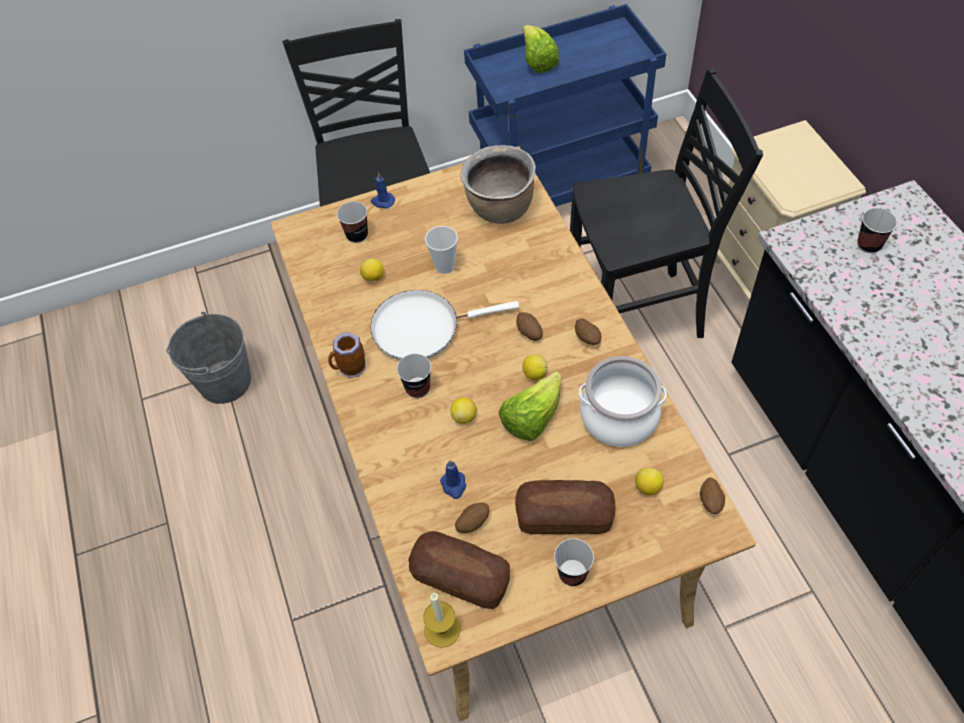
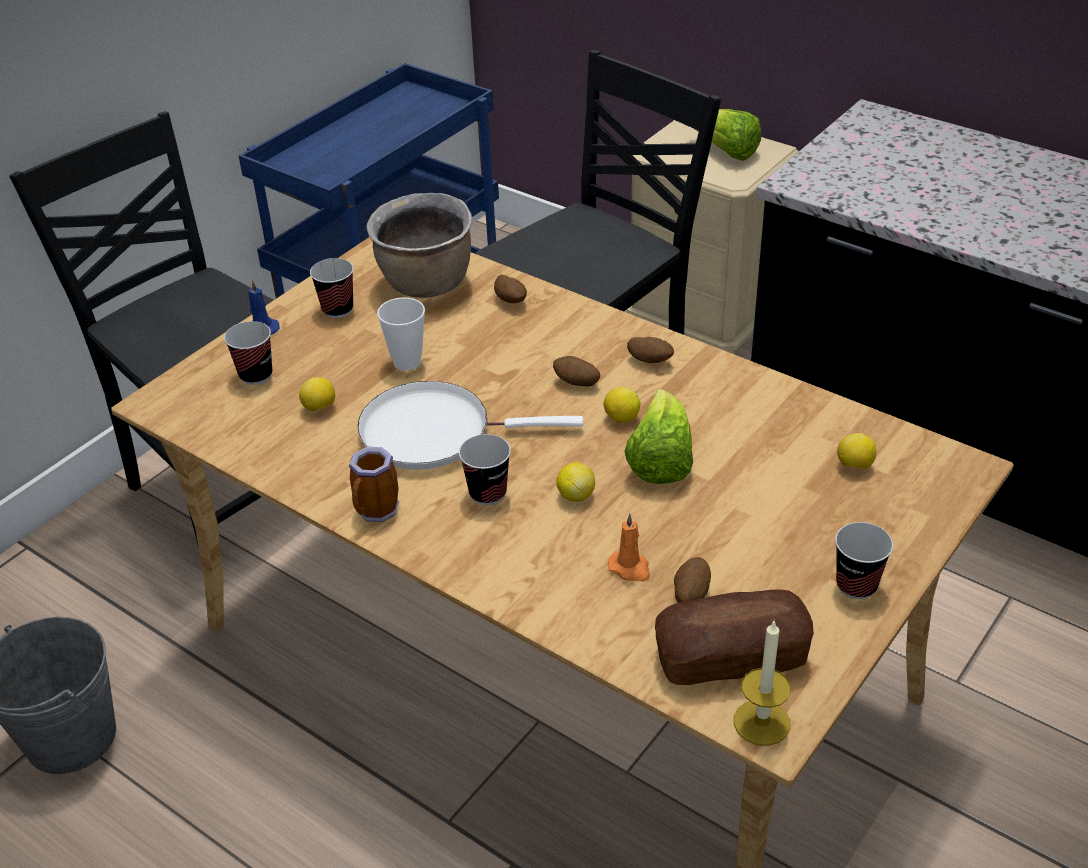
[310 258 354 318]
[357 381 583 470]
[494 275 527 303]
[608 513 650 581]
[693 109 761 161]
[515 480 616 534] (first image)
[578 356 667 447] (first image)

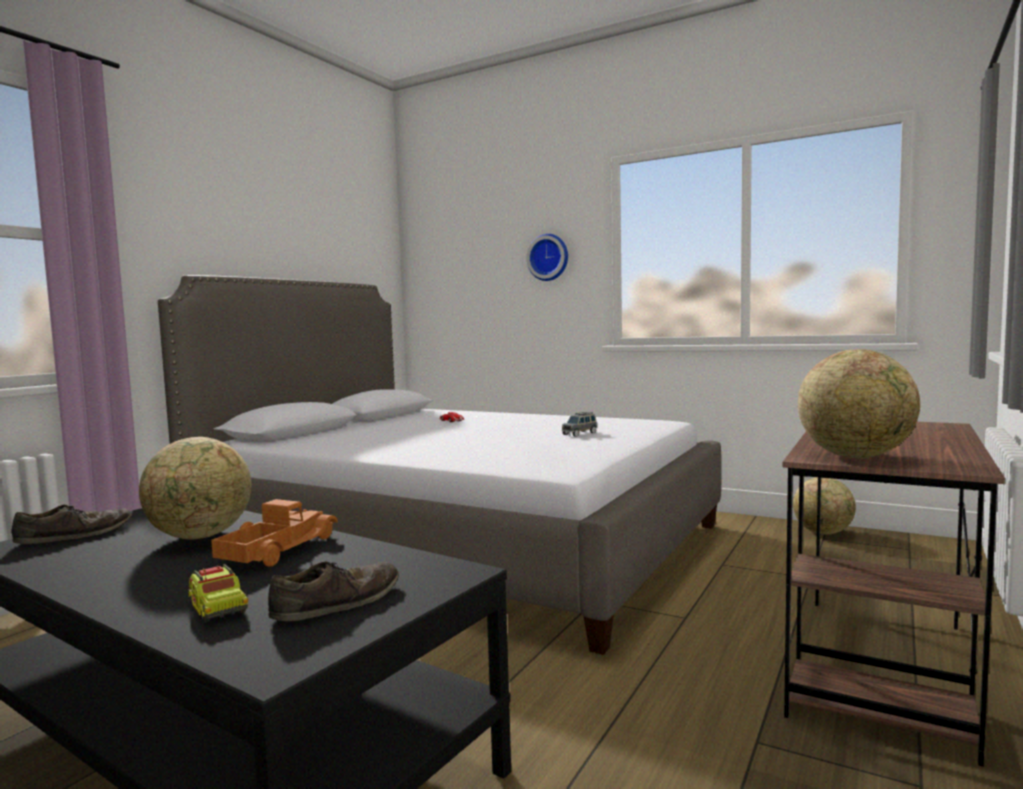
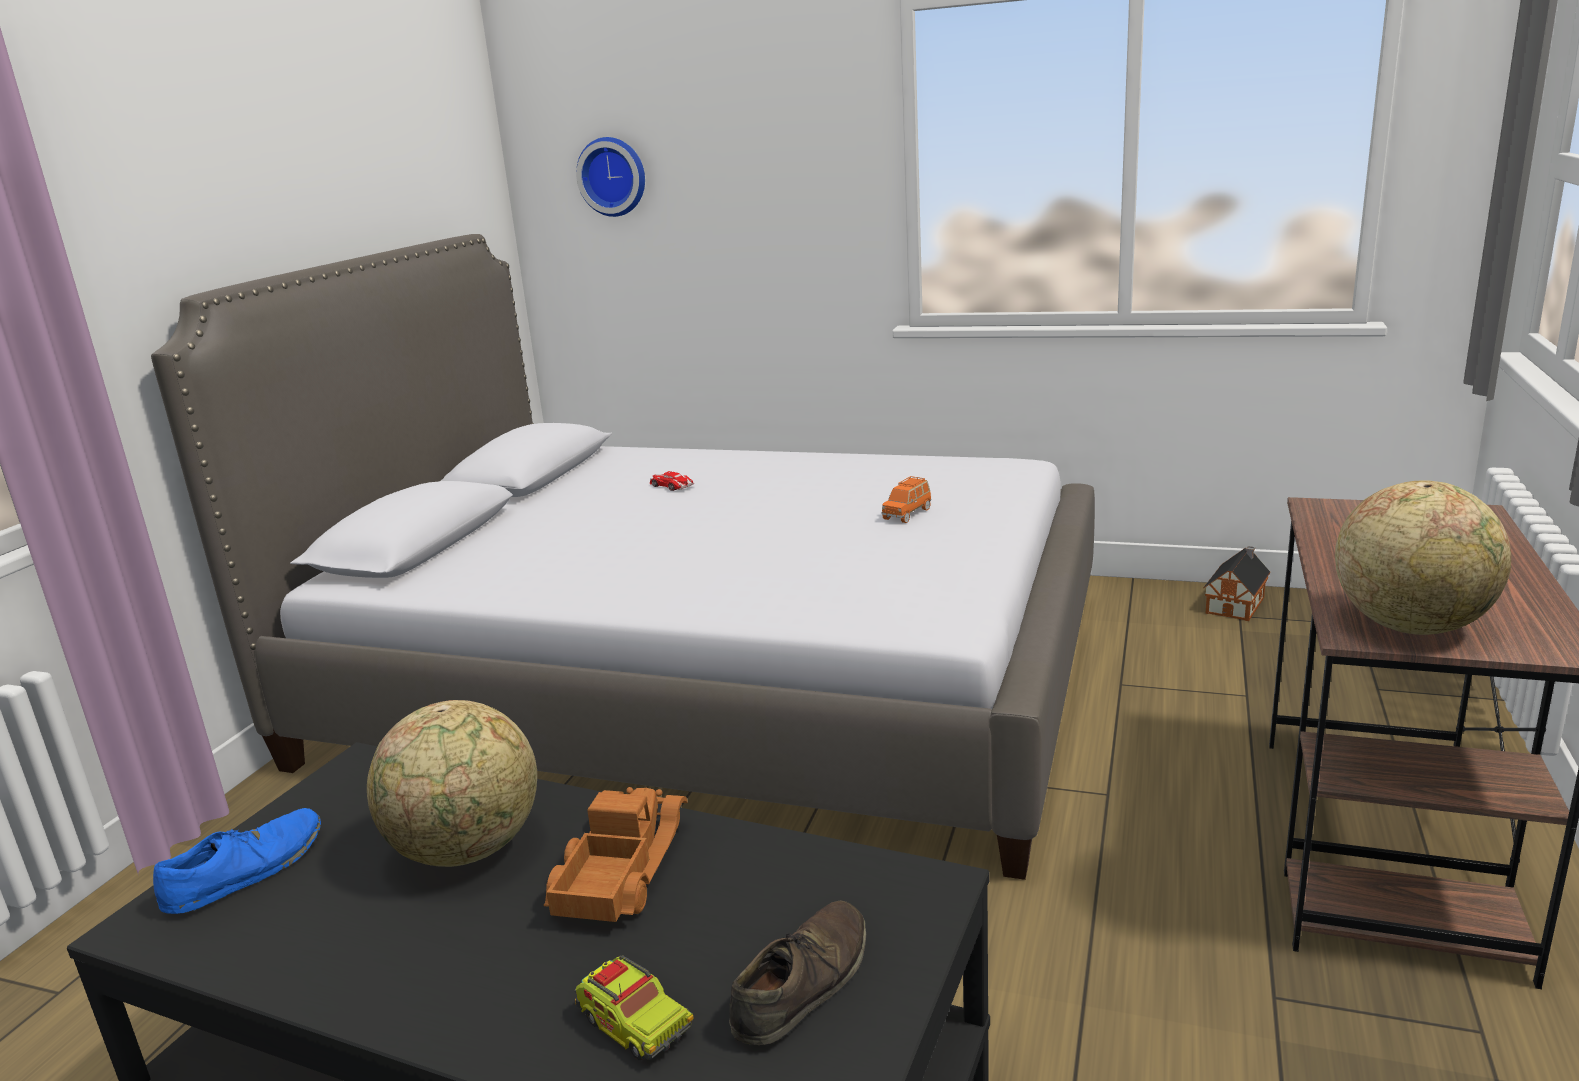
[153 808 321 914]
[576 137 645 217]
[882 476 931 523]
[1203 546 1271 621]

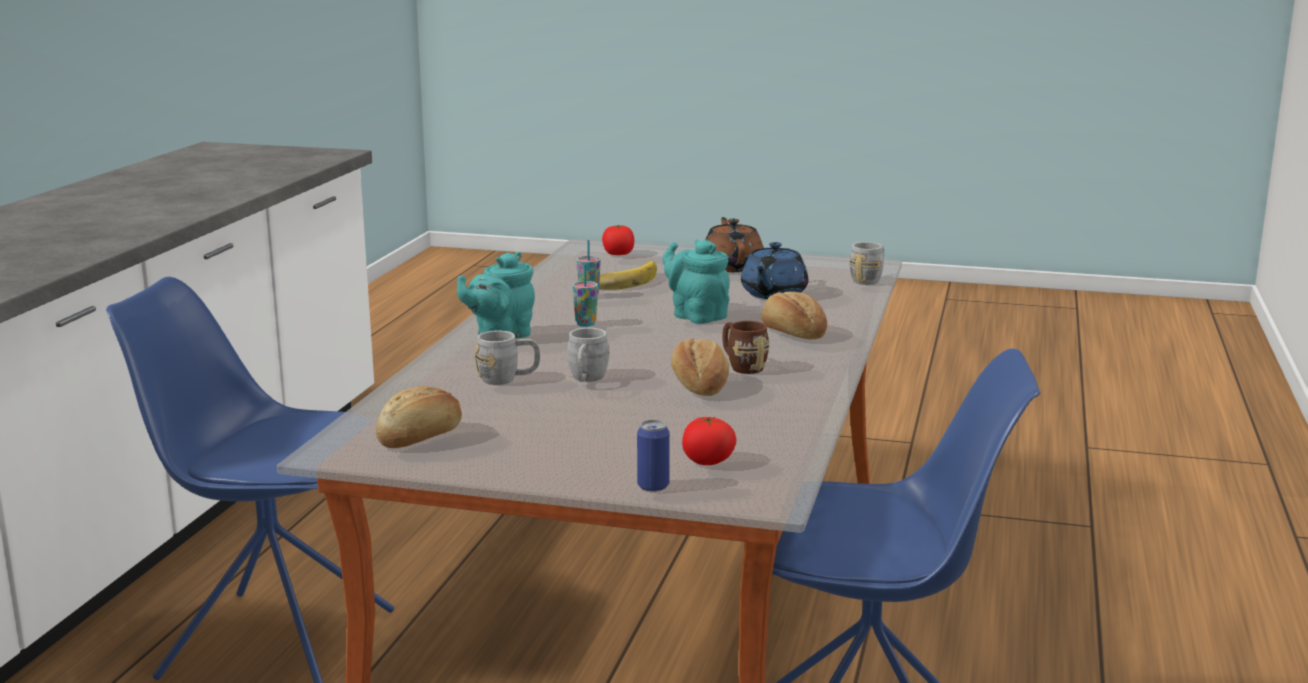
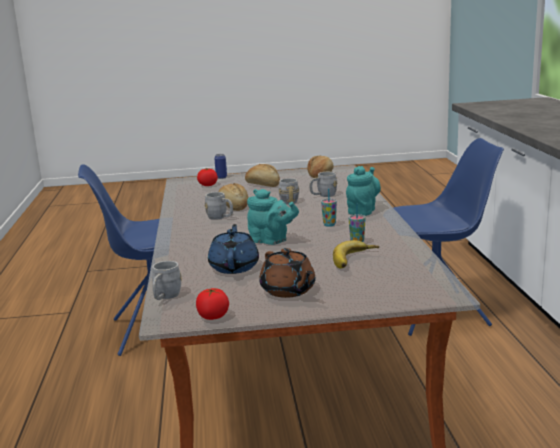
[196 288 229 320]
[204 192 233 220]
[245 164 280 187]

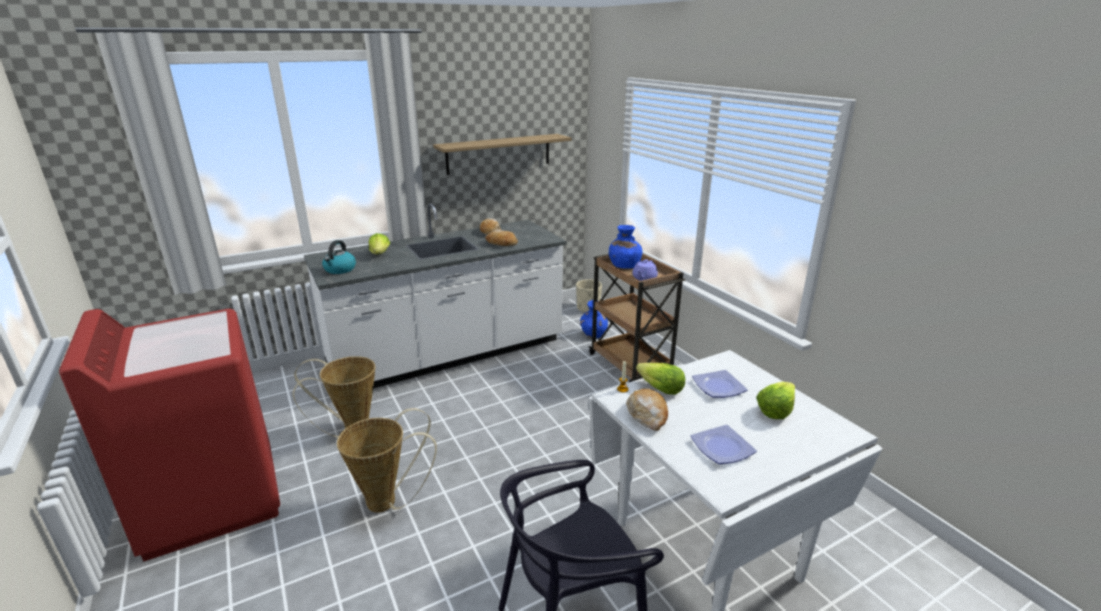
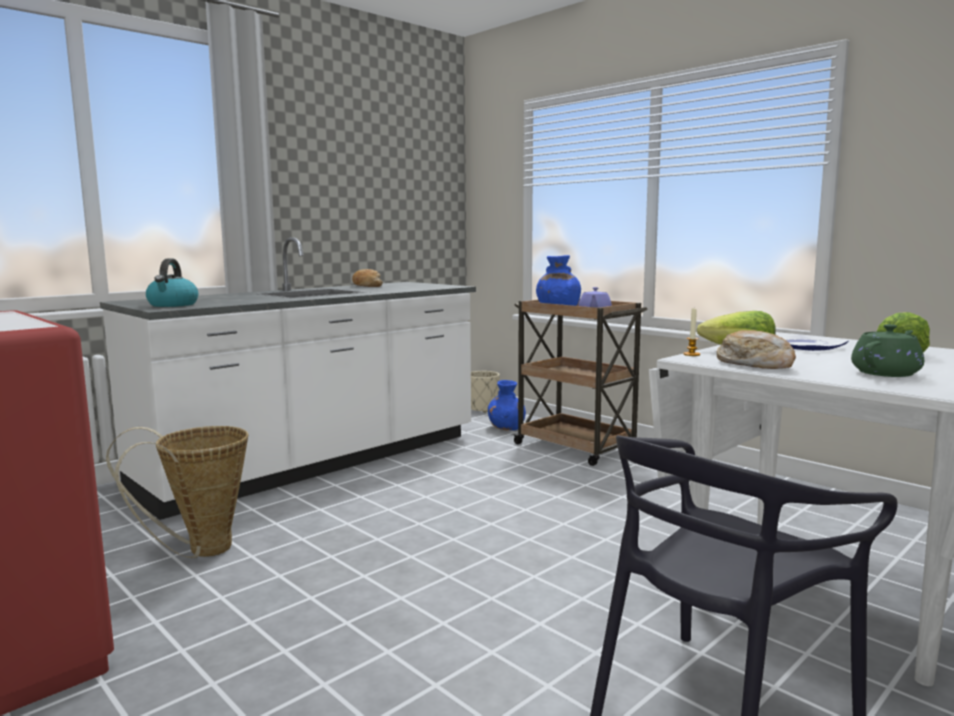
[851 324 924 377]
[337 408 437 513] (first image)
[369 233 390 255] (first image)
[433 134 571 175] (first image)
[485 230 518 246] (first image)

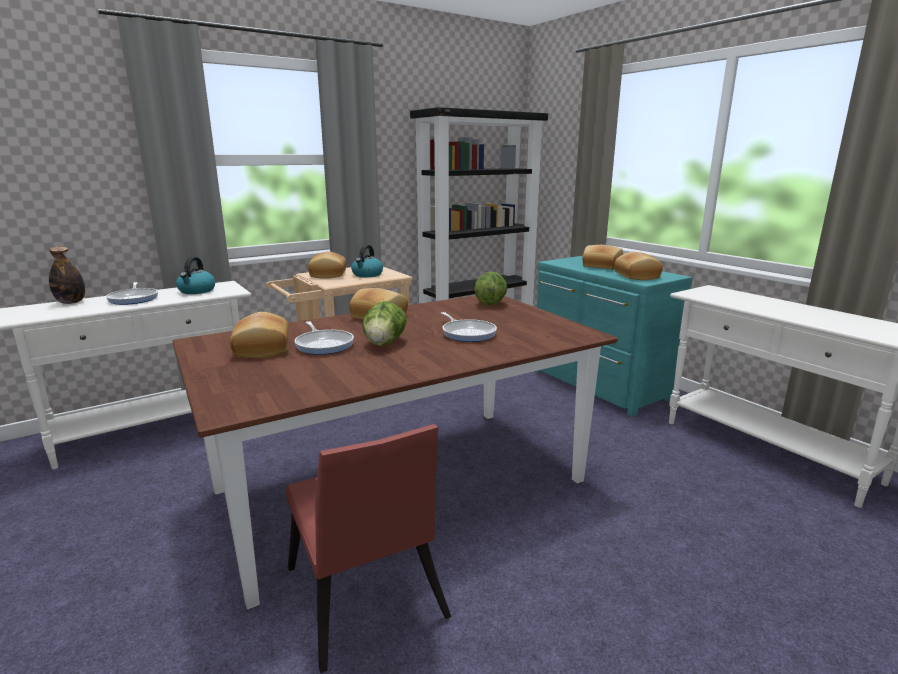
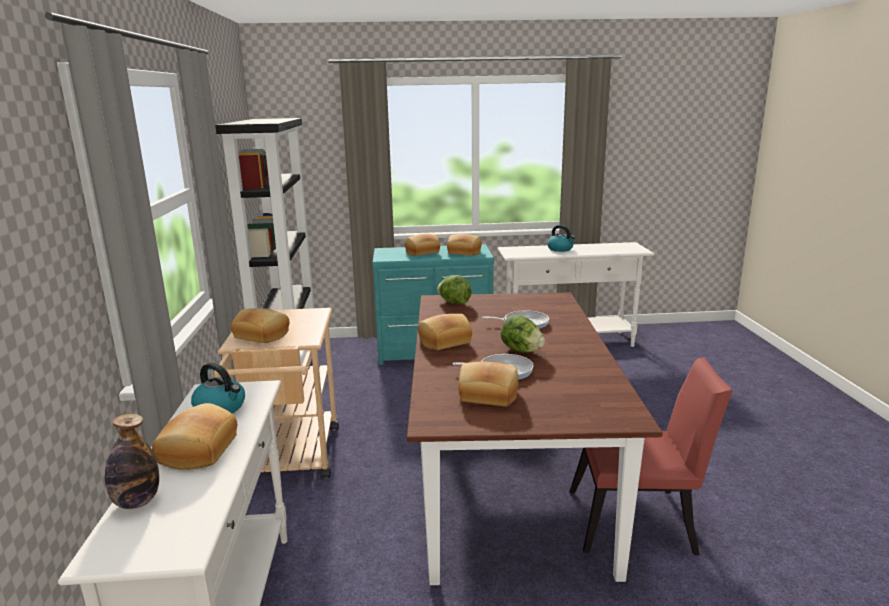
[152 403 237 470]
[547 225 575 252]

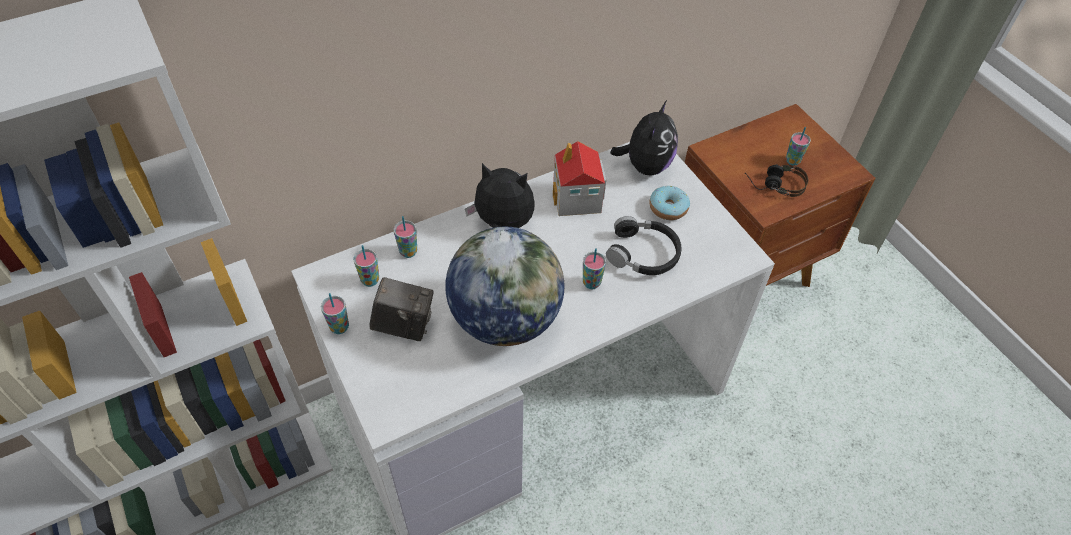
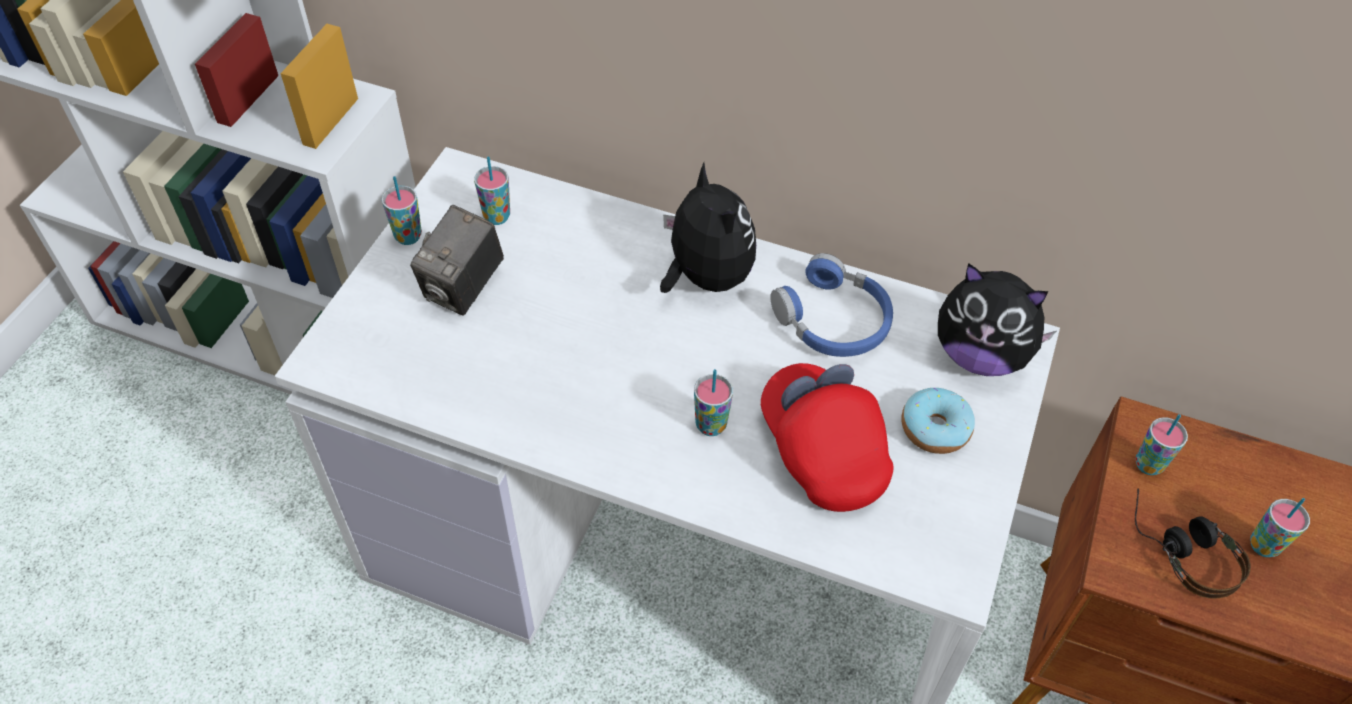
[410 205 504 316]
[761 363 894 512]
[770 253 893 357]
[938 263 1056 376]
[1136 414 1188 475]
[445 226 565 346] (first image)

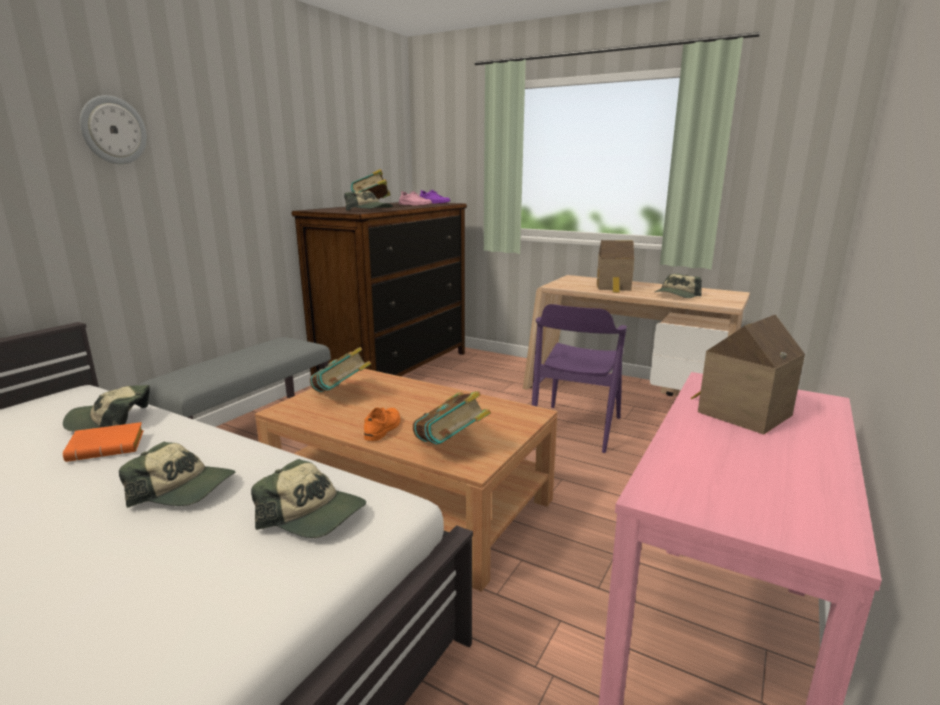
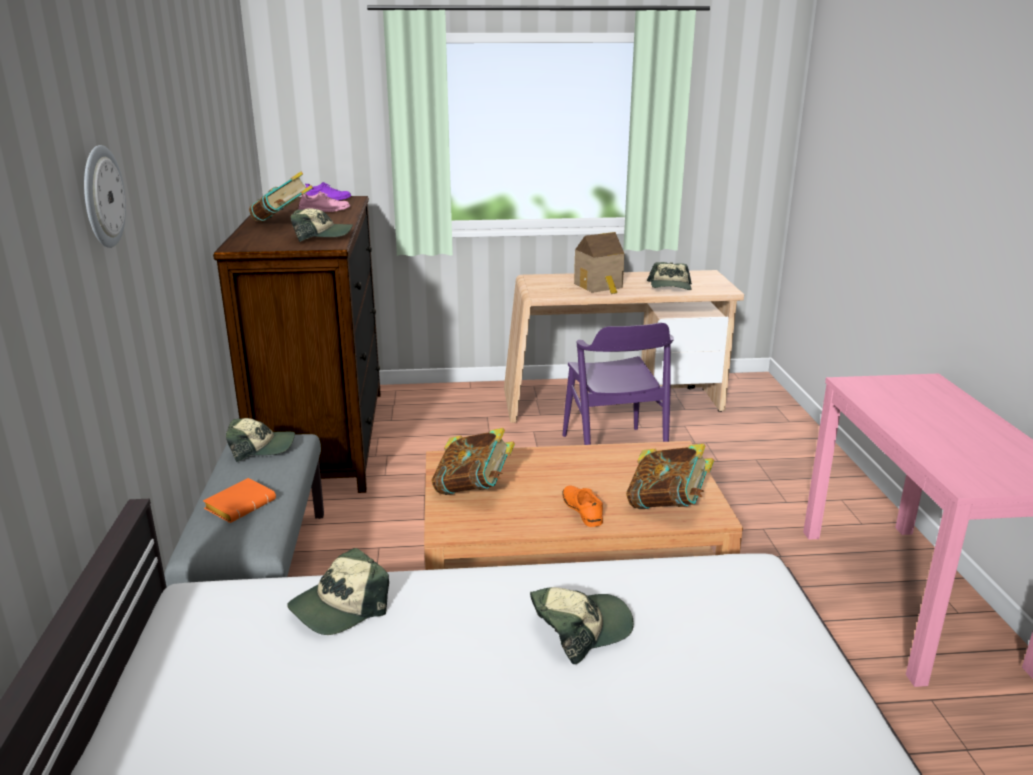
[203 478 276 523]
[226 418 295 462]
[690 315 805 435] (first image)

